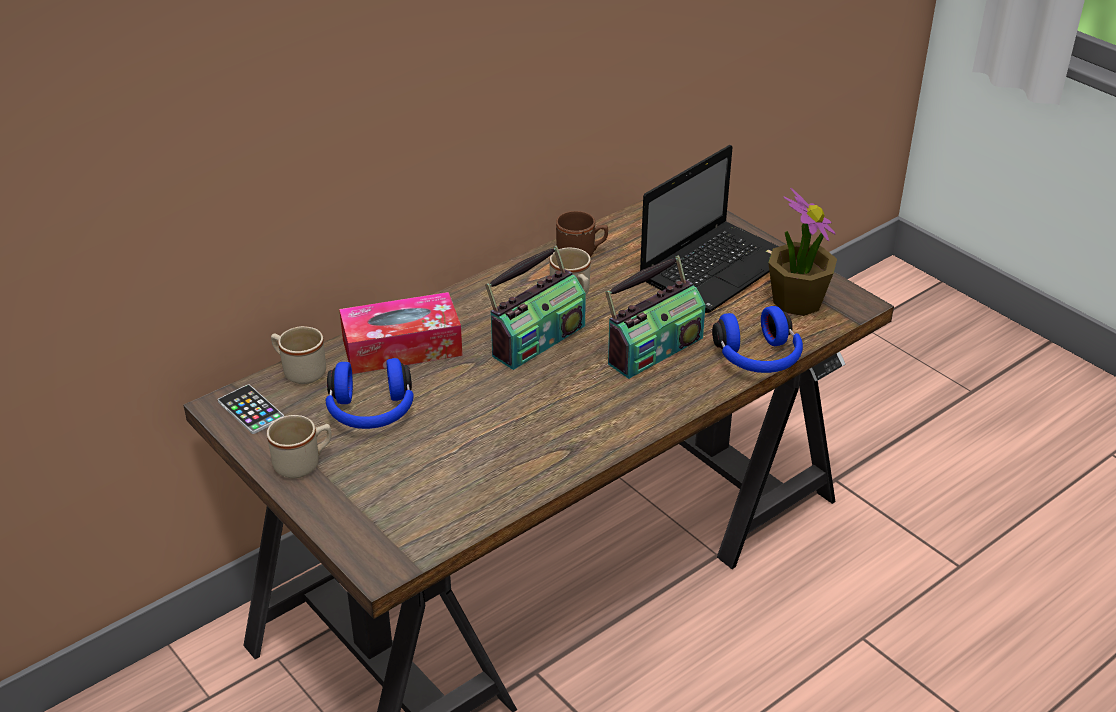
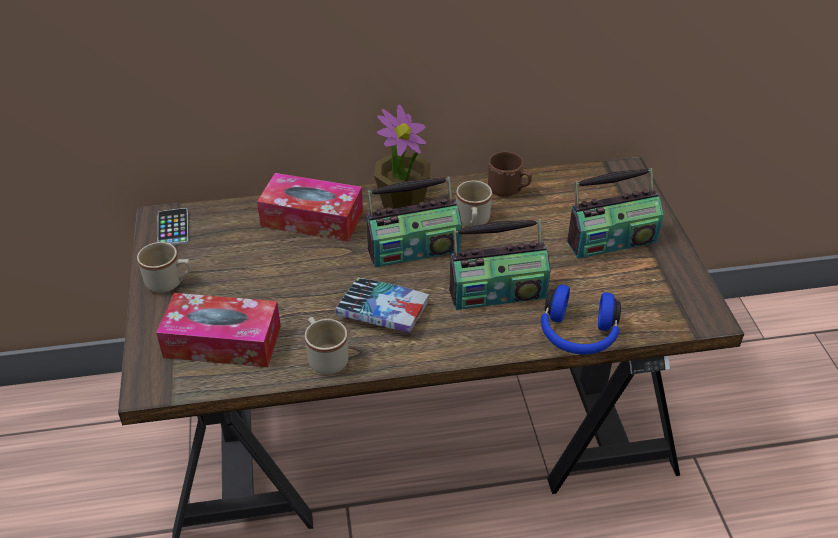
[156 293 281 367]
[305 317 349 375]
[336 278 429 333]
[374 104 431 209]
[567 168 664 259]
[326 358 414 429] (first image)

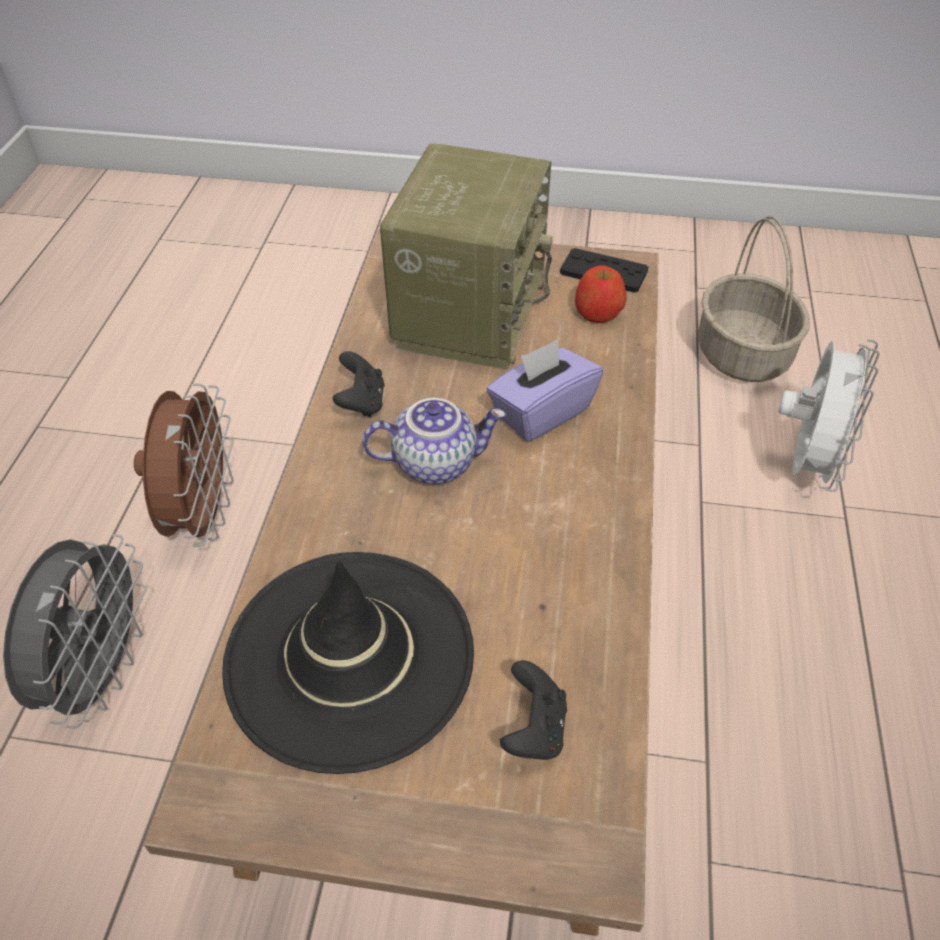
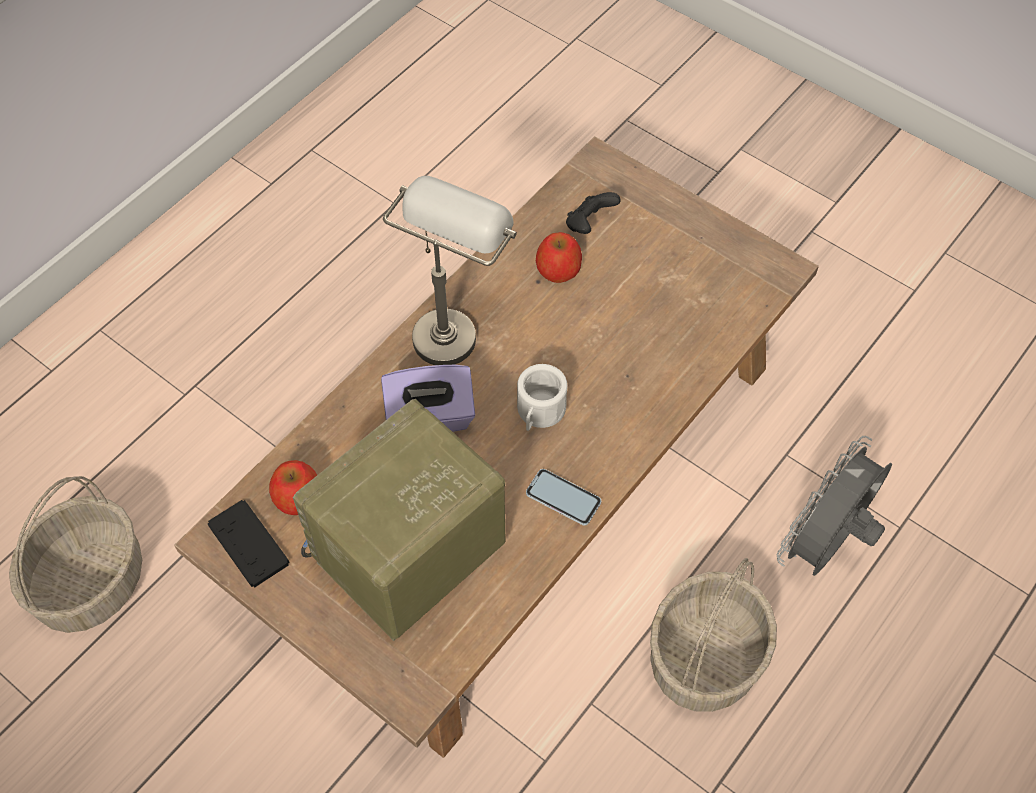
[383 176 517 365]
[517 364 568 431]
[526 469 601 526]
[536 232 582 283]
[650 558 777 712]
[222 552 474 774] (first image)
[778 339 880 492] (first image)

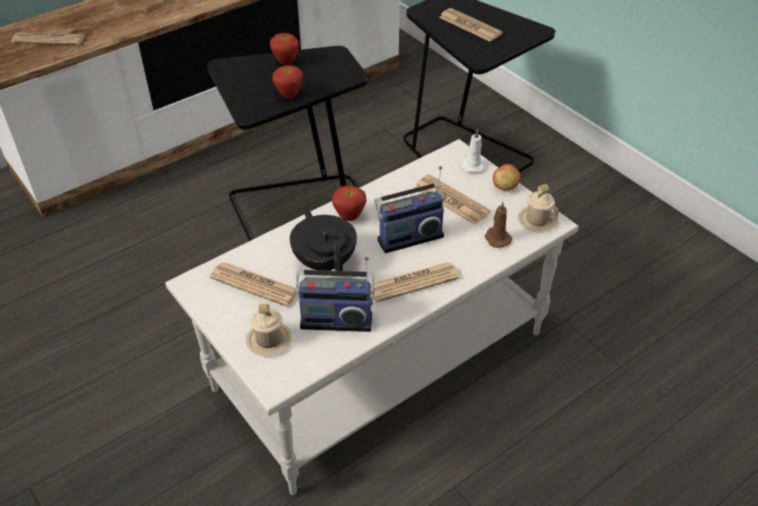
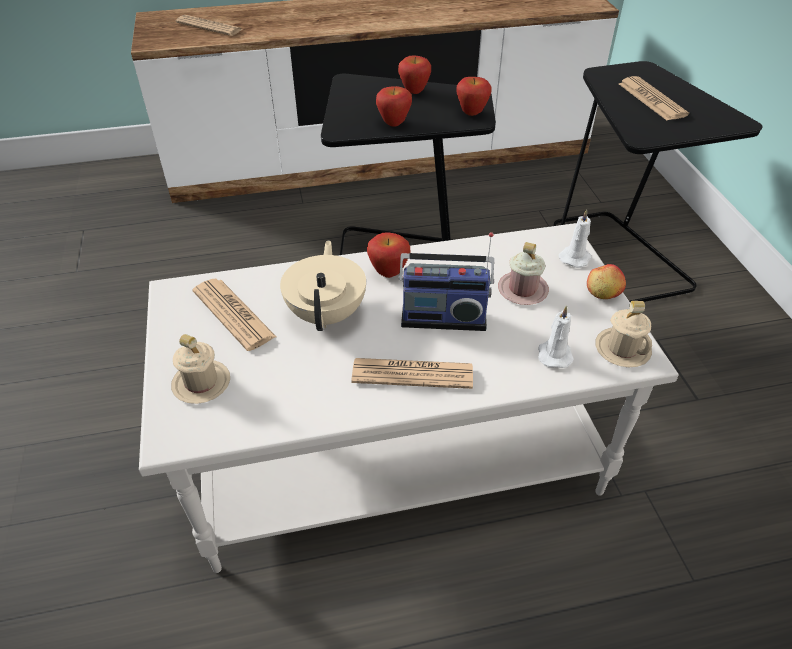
[280 240 366 331]
[456 77 492 116]
[498 242 549 305]
[538 305 574 368]
[295 257 374 332] (first image)

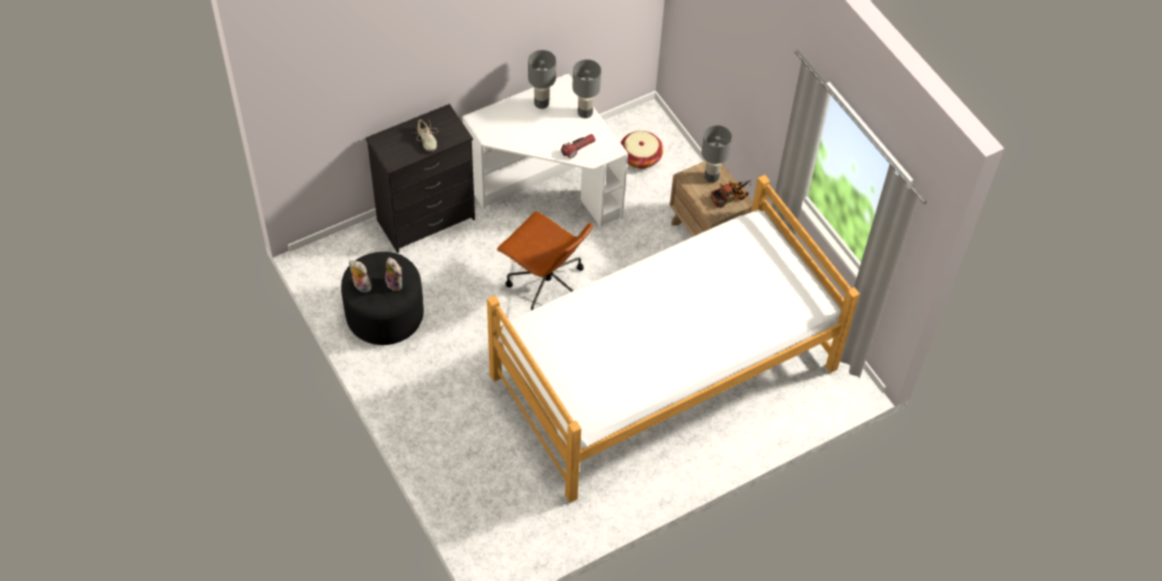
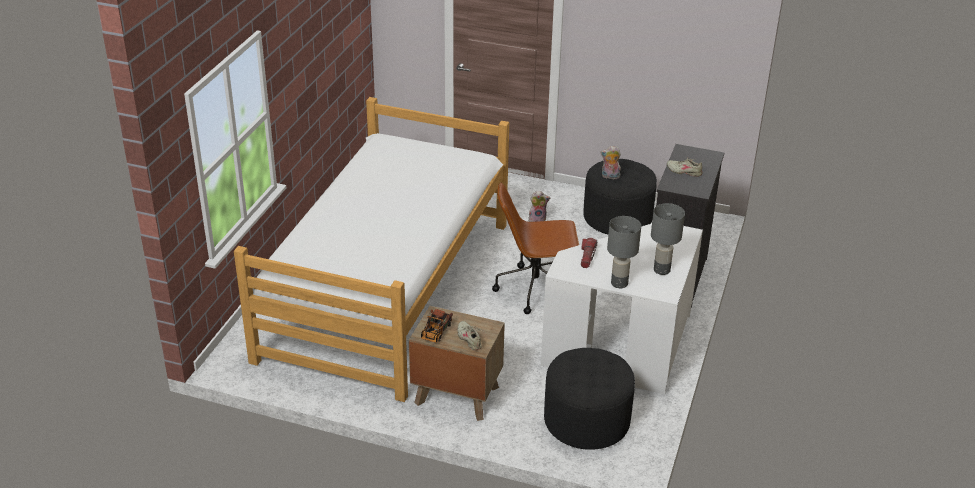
[457 321 485 350]
[528 191 550 222]
[544 348 635 450]

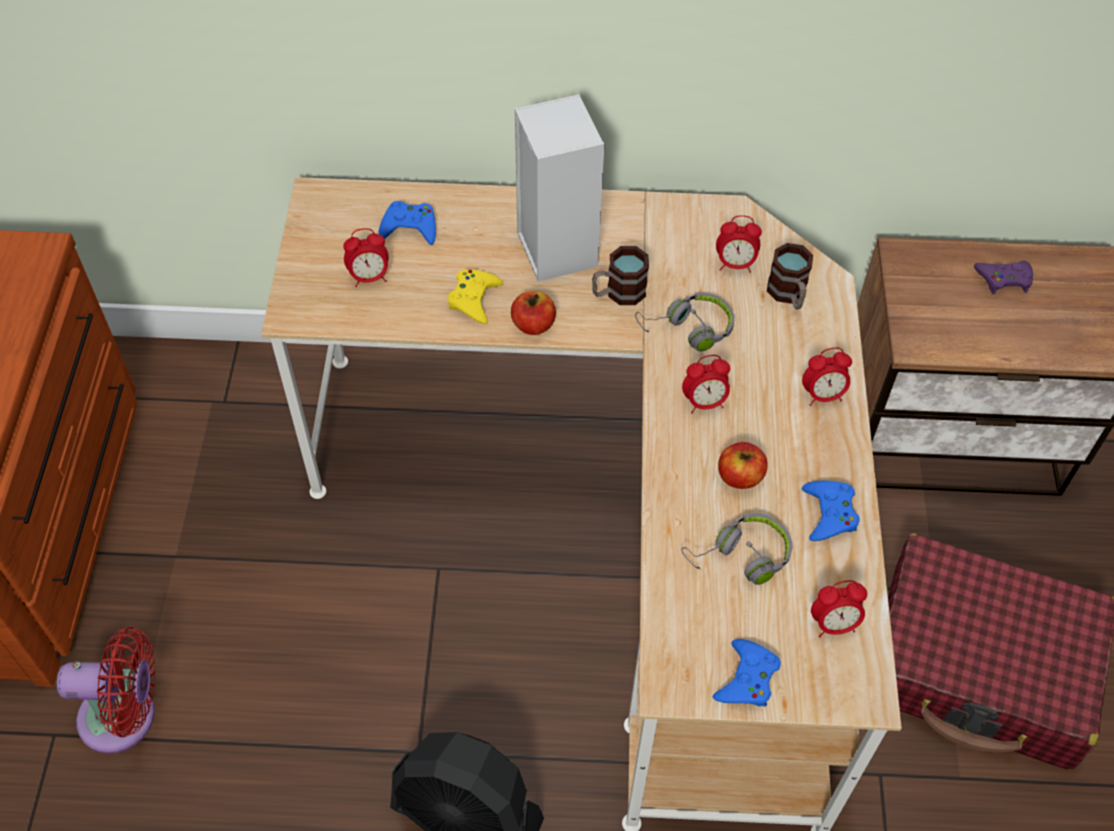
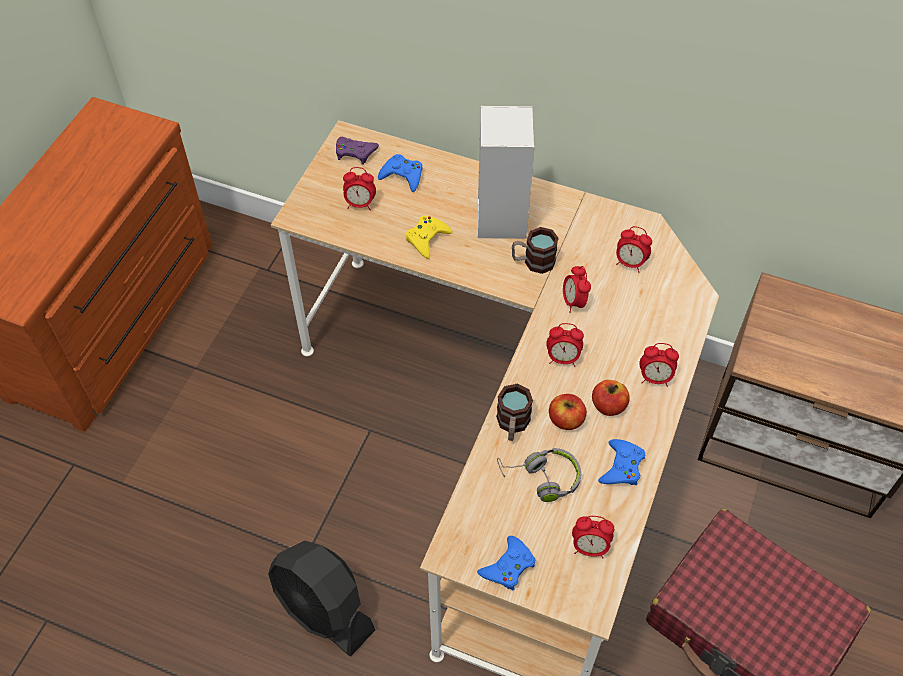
[336 137 379 165]
[496 384 533 441]
[563 266 591 313]
[592 380 630 416]
[57 627 155 754] (first image)

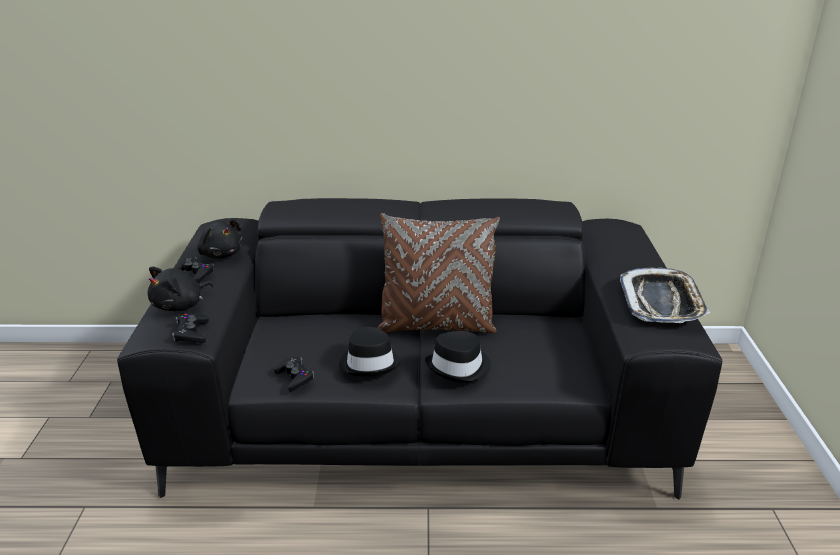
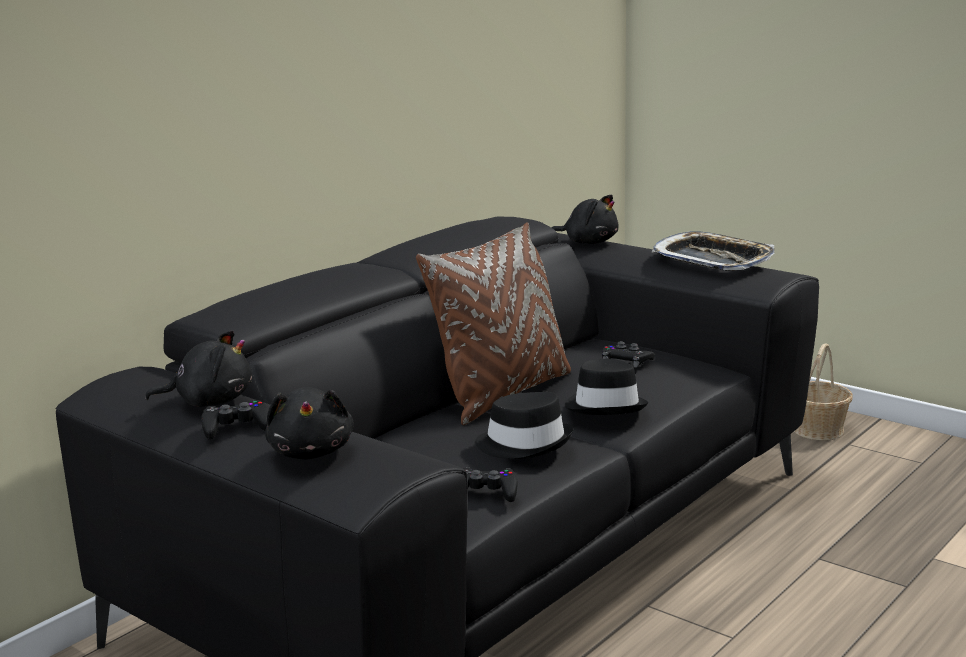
[551 195 619 244]
[602 341 654 368]
[794 343 853 440]

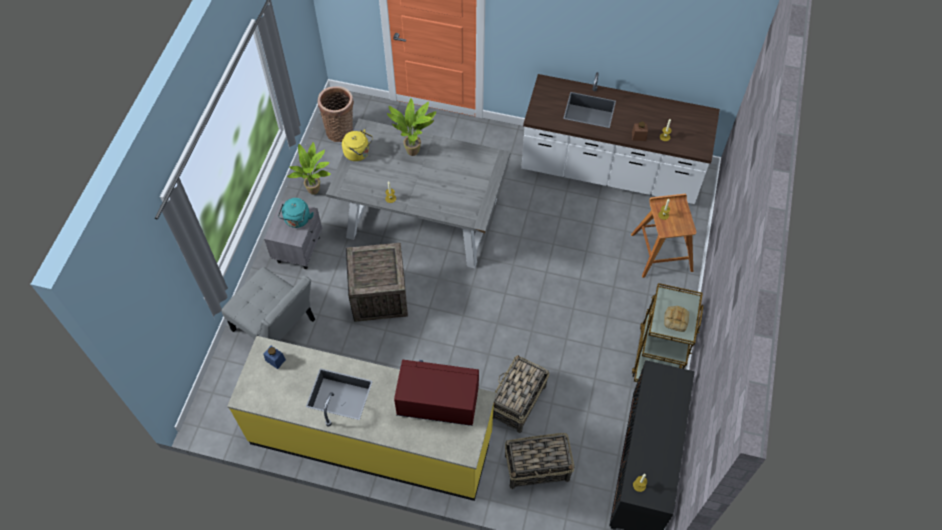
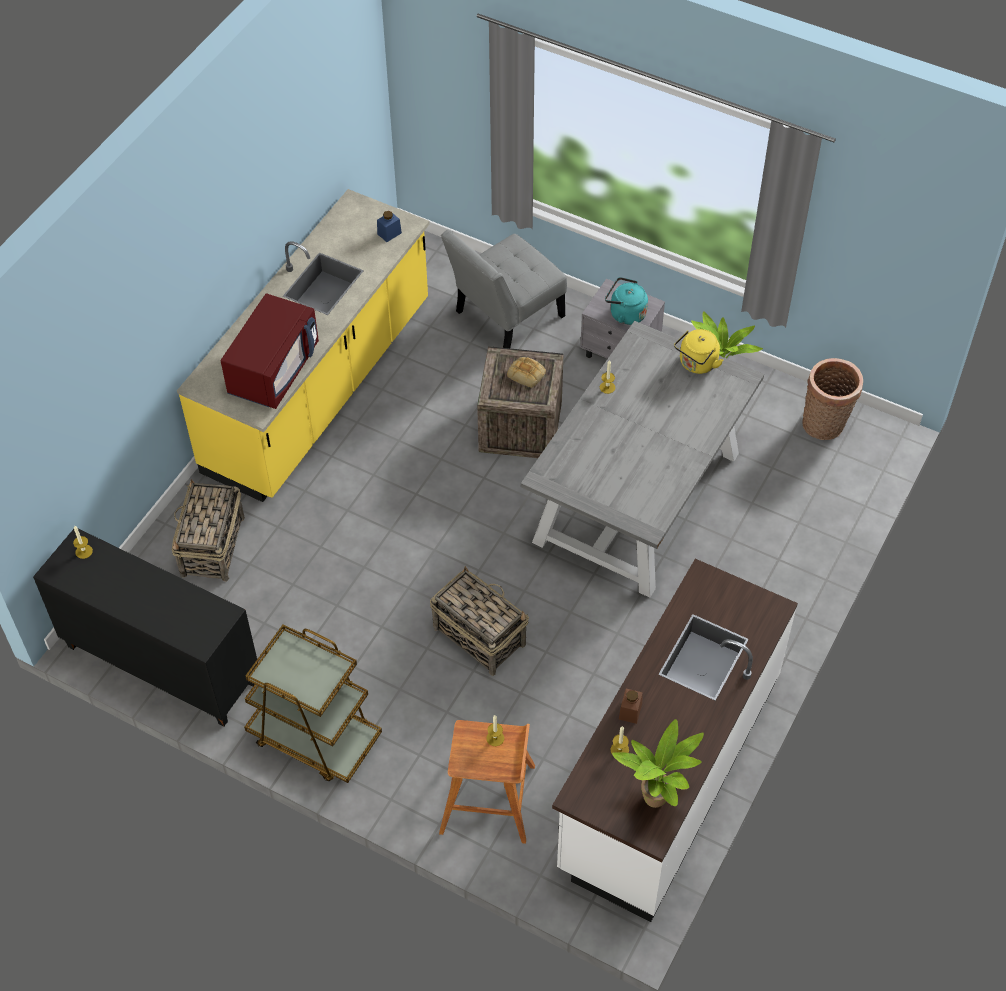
[430 566 529 676]
[507 357 546 388]
[612 719 704 808]

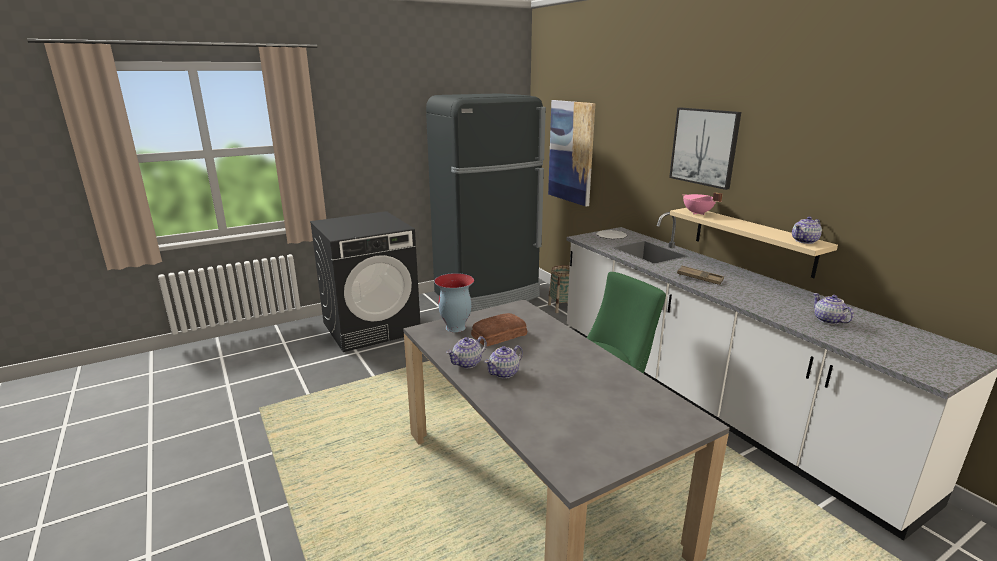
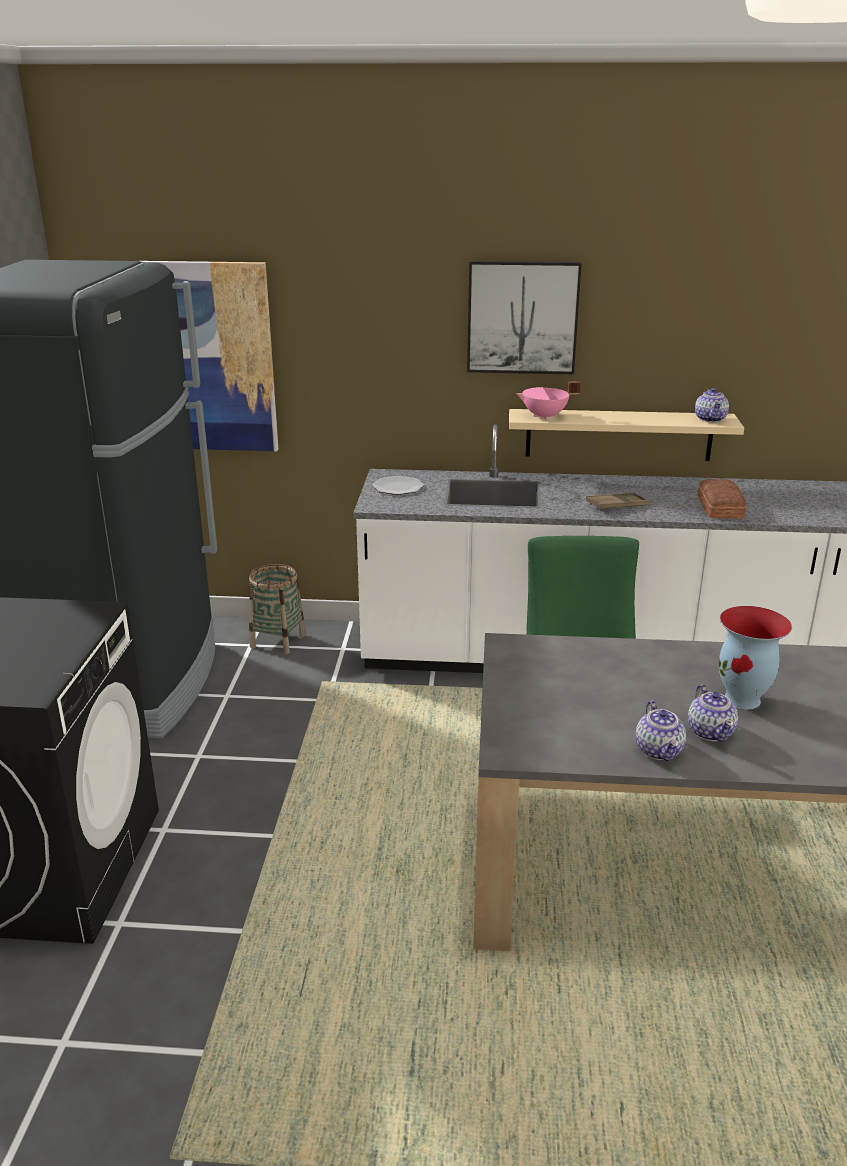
[697 479 746 519]
[719 606 792 709]
[813 293 854 325] (first image)

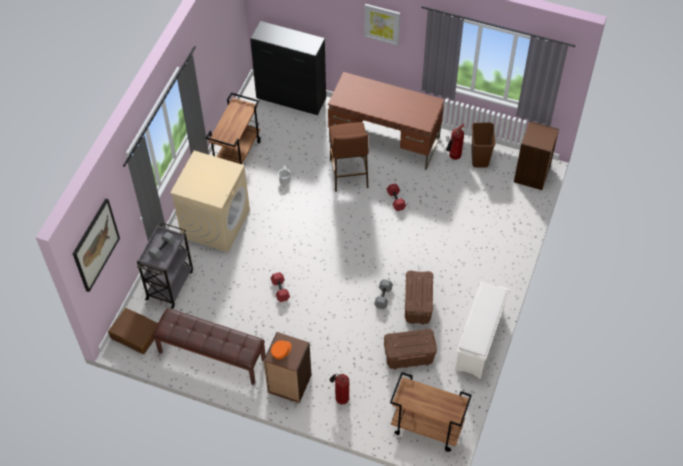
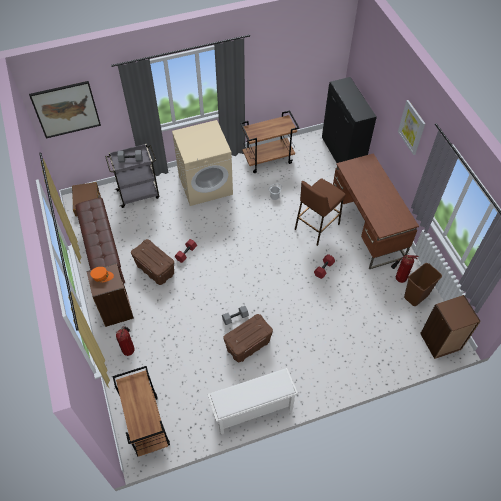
[131 239 174 285]

